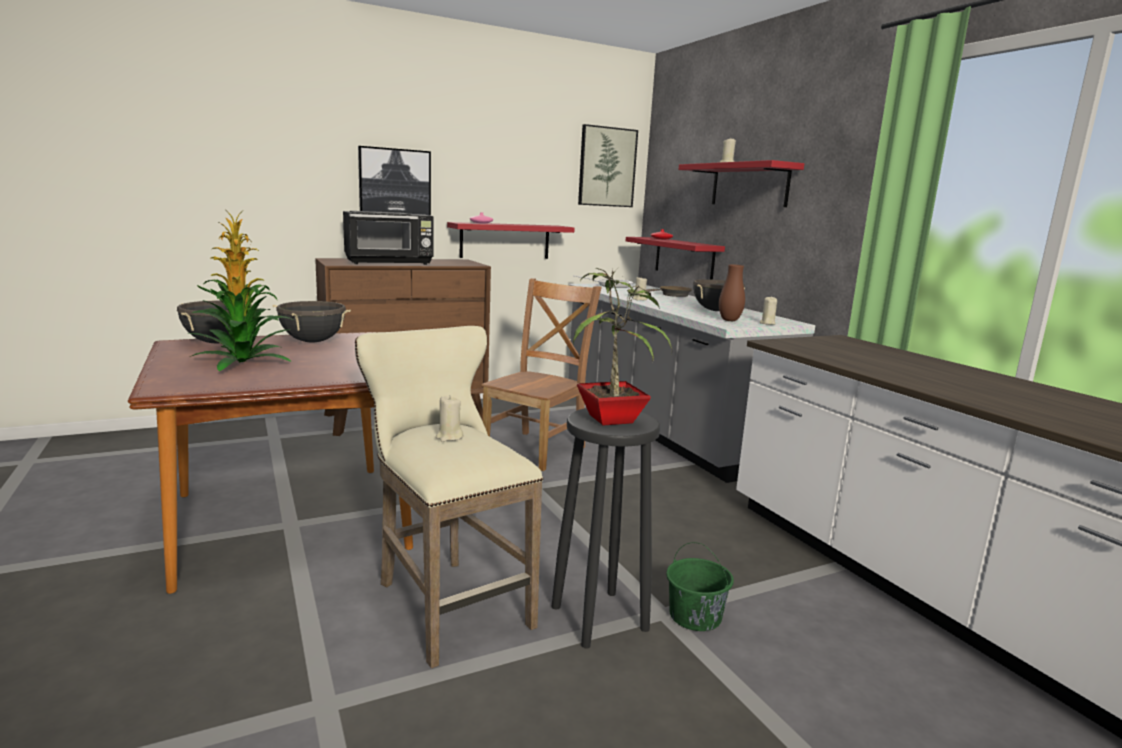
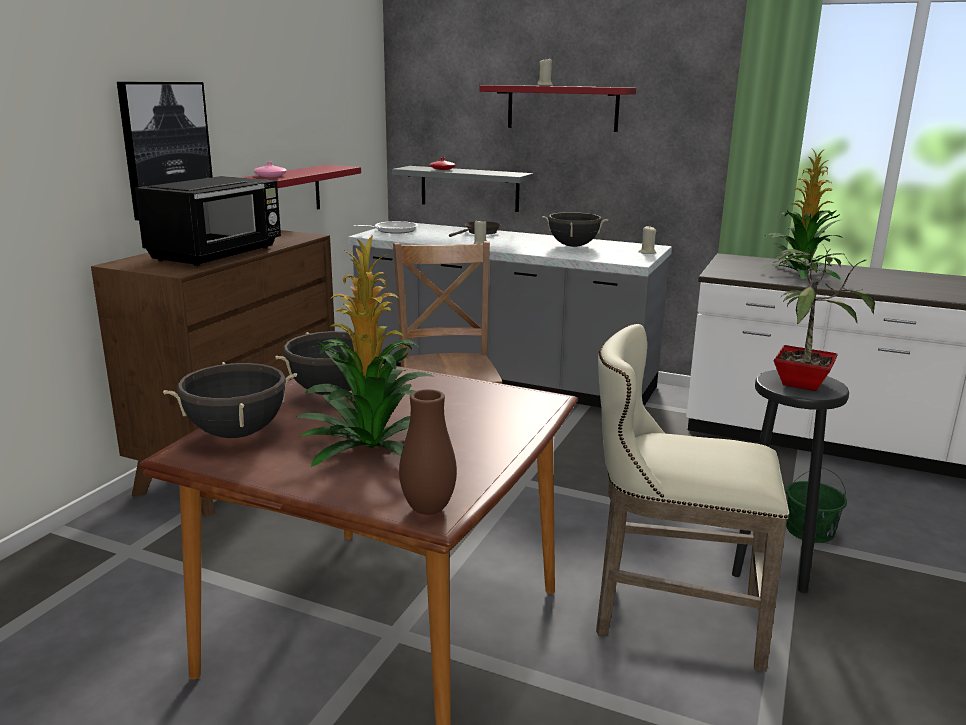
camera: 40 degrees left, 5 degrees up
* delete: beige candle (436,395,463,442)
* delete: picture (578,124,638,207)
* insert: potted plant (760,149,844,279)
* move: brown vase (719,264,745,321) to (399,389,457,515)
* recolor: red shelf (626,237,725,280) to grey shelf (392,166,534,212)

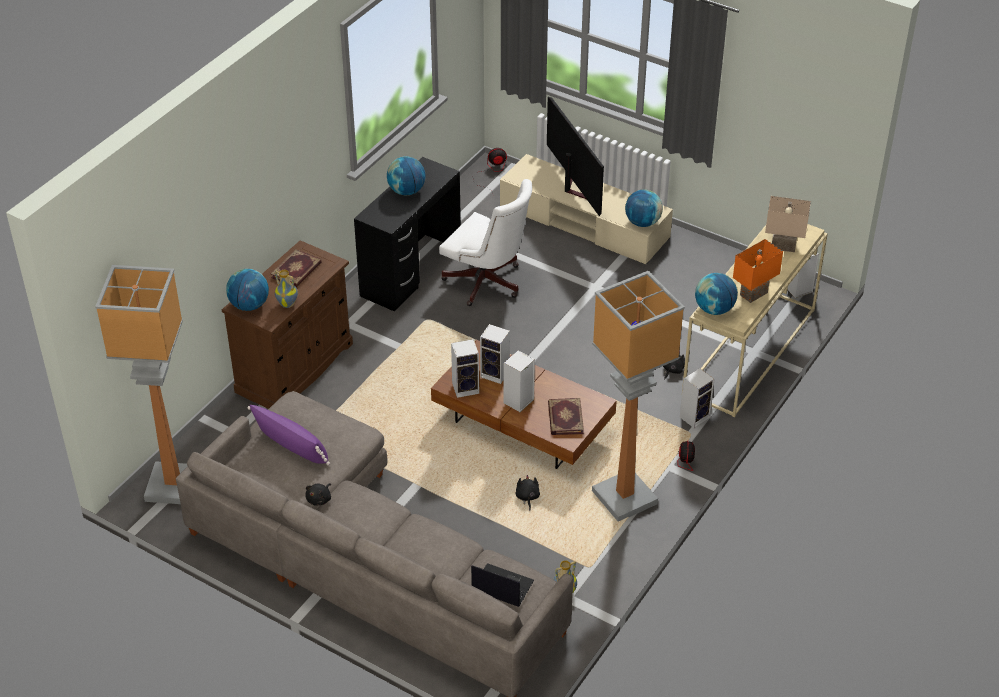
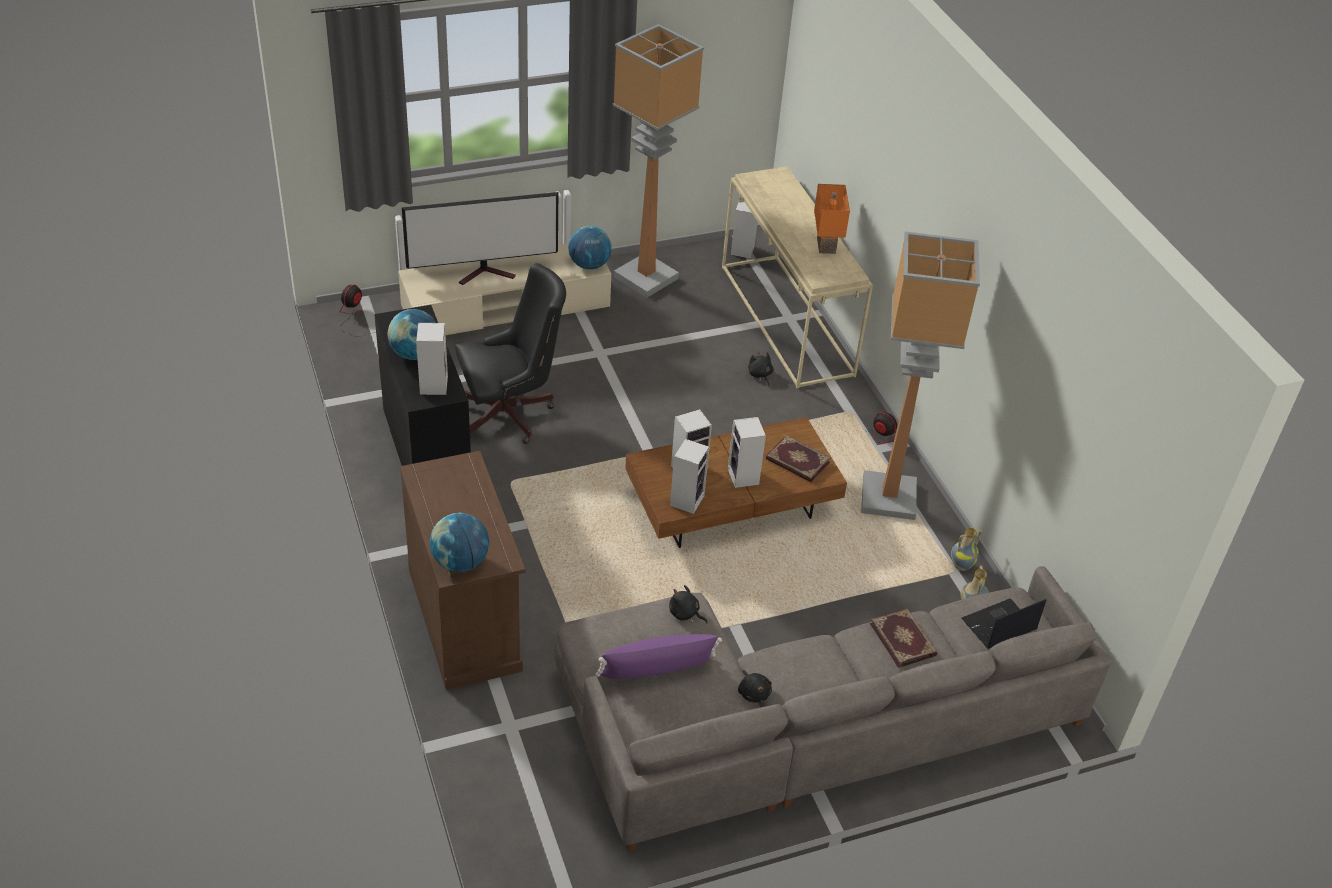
camera: 55 degrees left, 0 degrees up
* delete: globe (695,273,738,315)
* delete: beige table lamp (765,196,811,252)
* move: floor lamp (95,265,187,504) to (613,24,704,298)
* move: book (271,249,322,288) to (870,608,937,668)
* move: vase (275,270,298,308) to (951,528,982,571)
* move: black plush toy (515,475,540,510) to (669,585,708,623)
* move: speaker (680,368,715,428) to (416,323,448,395)
* recolor: white office chair (439,179,532,306) to black office chair (455,263,566,444)
* rotate: television (547,97,604,216) = (402,192,558,285) 150 degrees clockwise

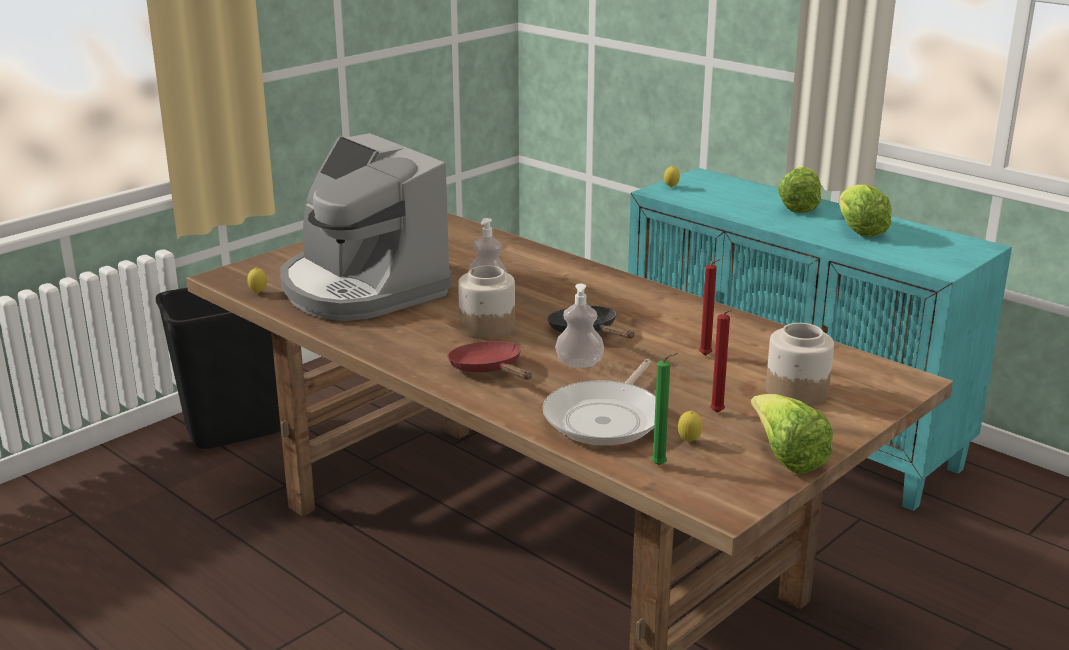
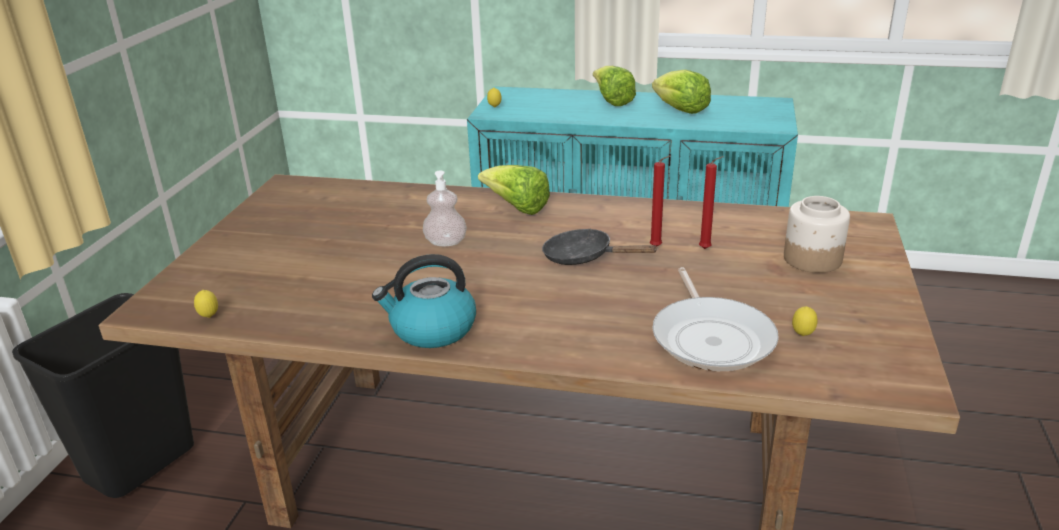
camera: 30 degrees left, 5 degrees up
* delete: coffee machine (280,133,452,321)
* delete: red frying pan (447,341,532,379)
* delete: jar (458,265,515,340)
* delete: soap dispenser (555,284,604,368)
* delete: green candle (651,353,678,465)
* insert: kettle (372,254,476,348)
* move: red candle (710,309,733,413) to (650,156,670,247)
* move: lettuce (751,394,833,474) to (478,165,550,215)

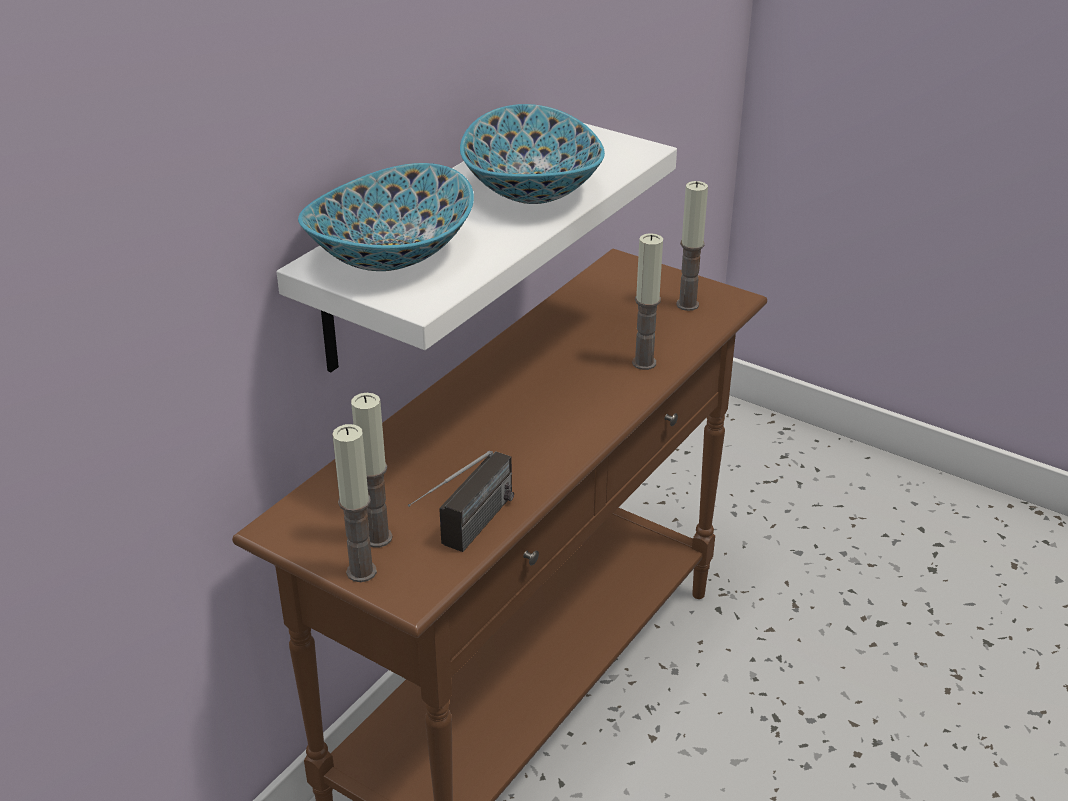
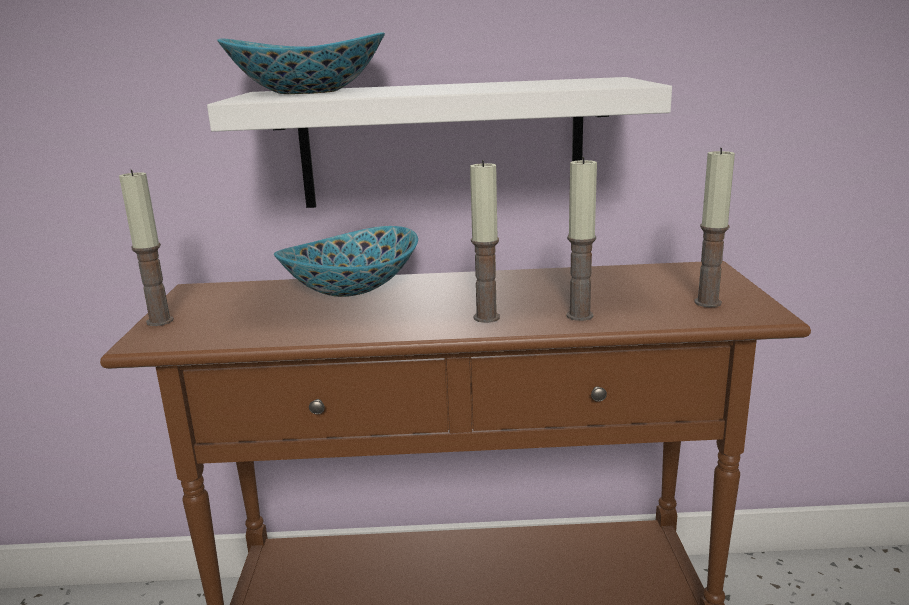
camera: 55 degrees right, 15 degrees down
* delete: radio (408,451,514,552)
* move: candle (351,393,393,547) to (470,160,500,323)
* move: bowl (460,104,605,204) to (274,226,418,297)

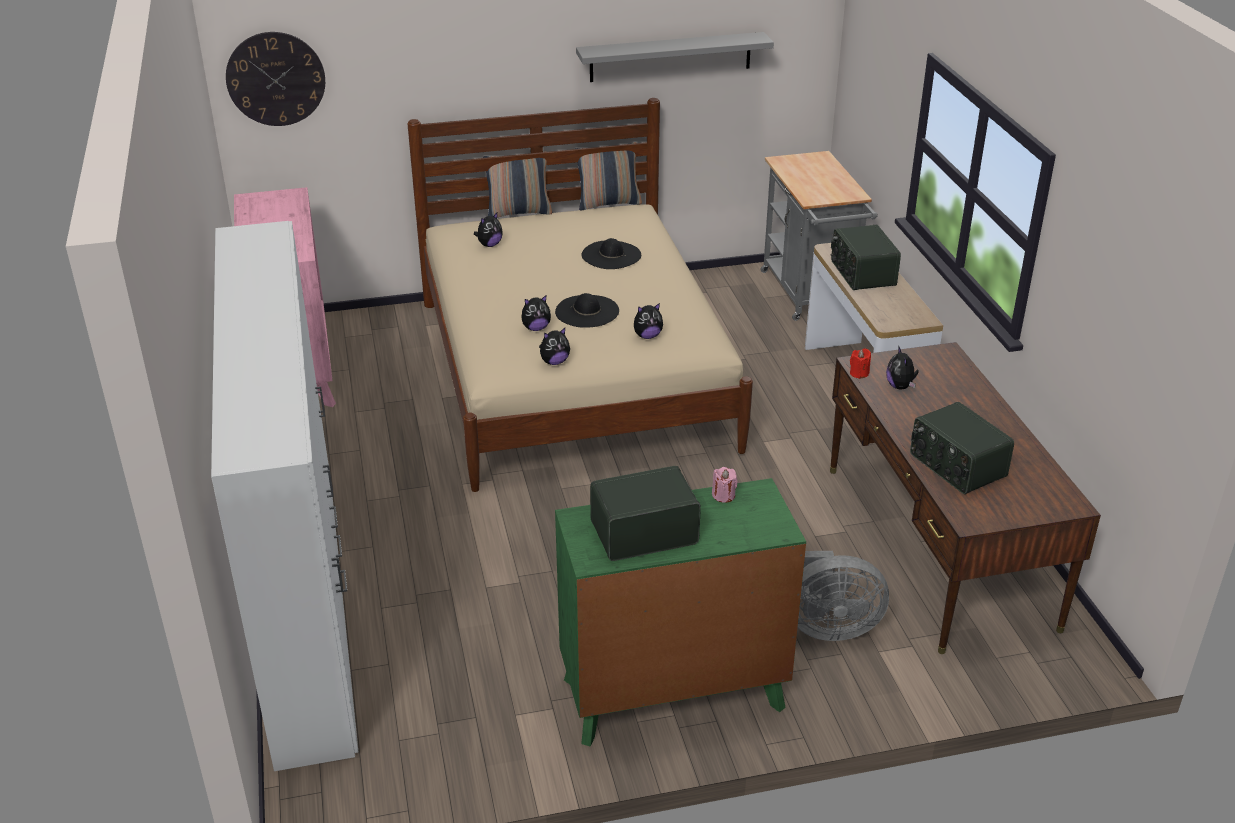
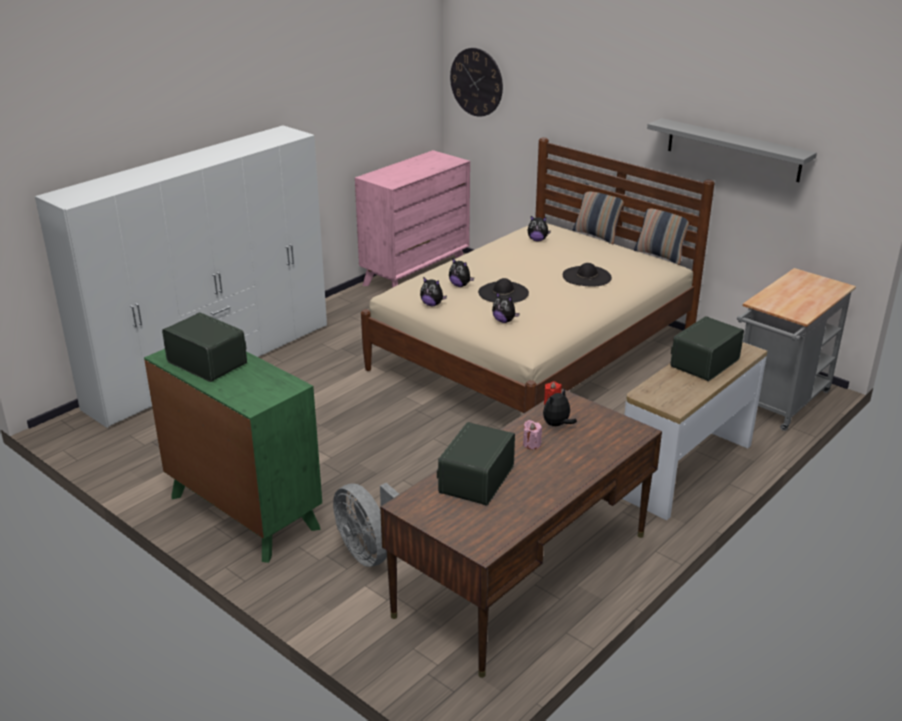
camera: 55 degrees right, 5 degrees down
* move: pink candle (712,467,738,503) to (523,420,542,449)

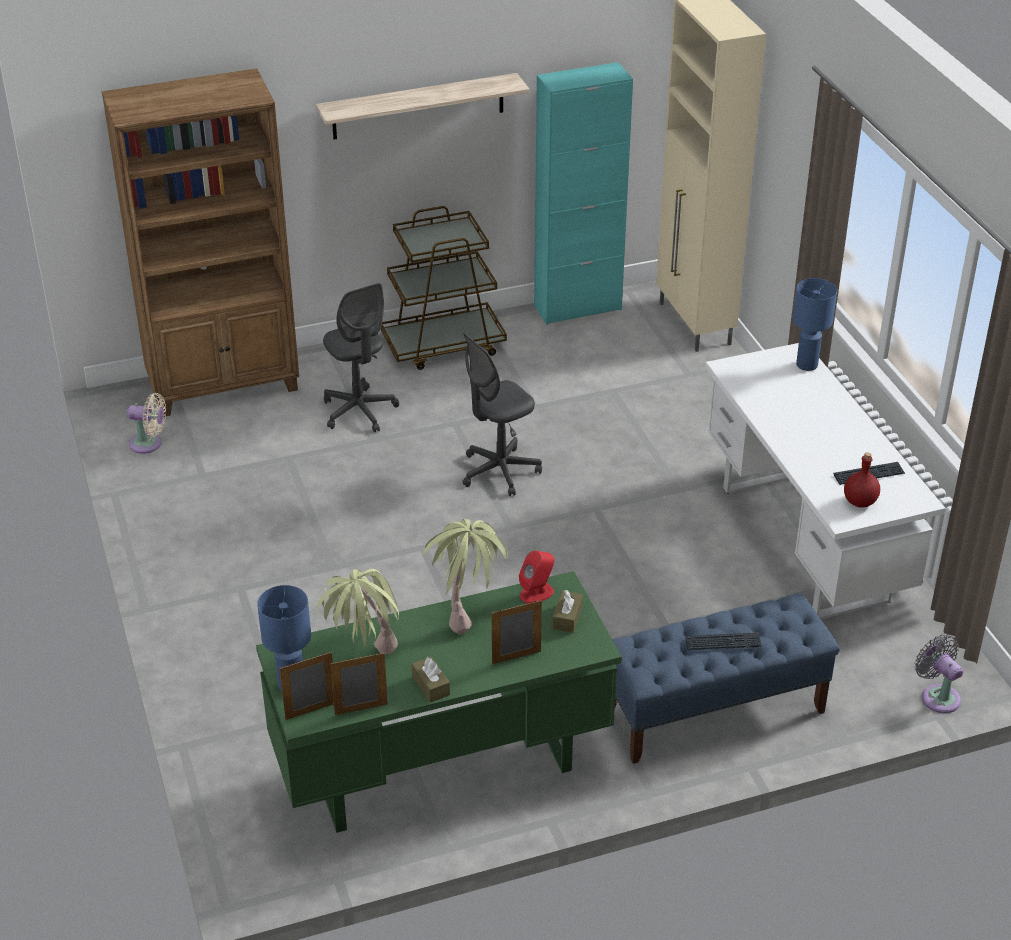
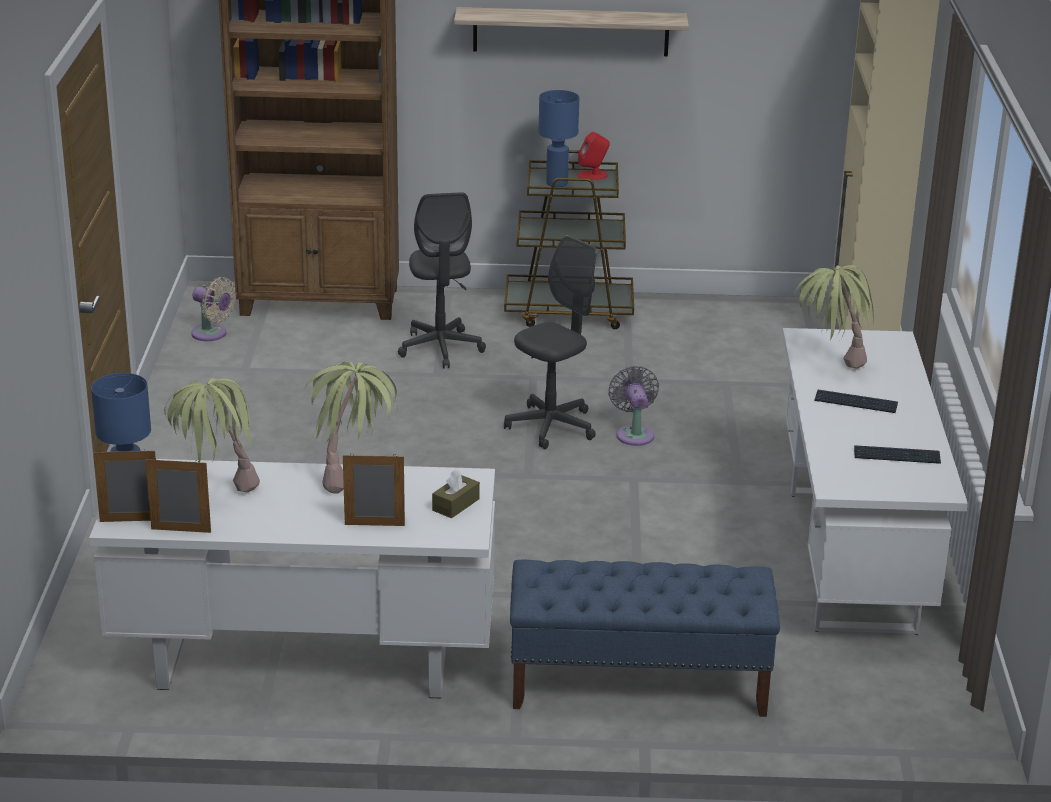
camera: 20 degrees right, 10 degrees down
* delete: brown tissue box (412,657,450,703)
* delete: turquoise cabinet (534,62,633,325)
* delete: red bottle (844,452,880,508)
* insert: potted plant (794,265,874,369)
* move: red speaker (519,551,554,604) to (577,132,610,180)
* move: keyboard (685,632,762,650) to (814,390,898,413)
* move: blue table lamp (793,278,837,371) to (539,90,579,187)
* move: grey fan (915,635,963,713) to (608,366,659,446)
* recolor: green desk (256,571,622,833) to white desk (89,459,495,698)
* rotate: grey office chair (463,333,542,496) = (504,235,597,449) 150 degrees clockwise

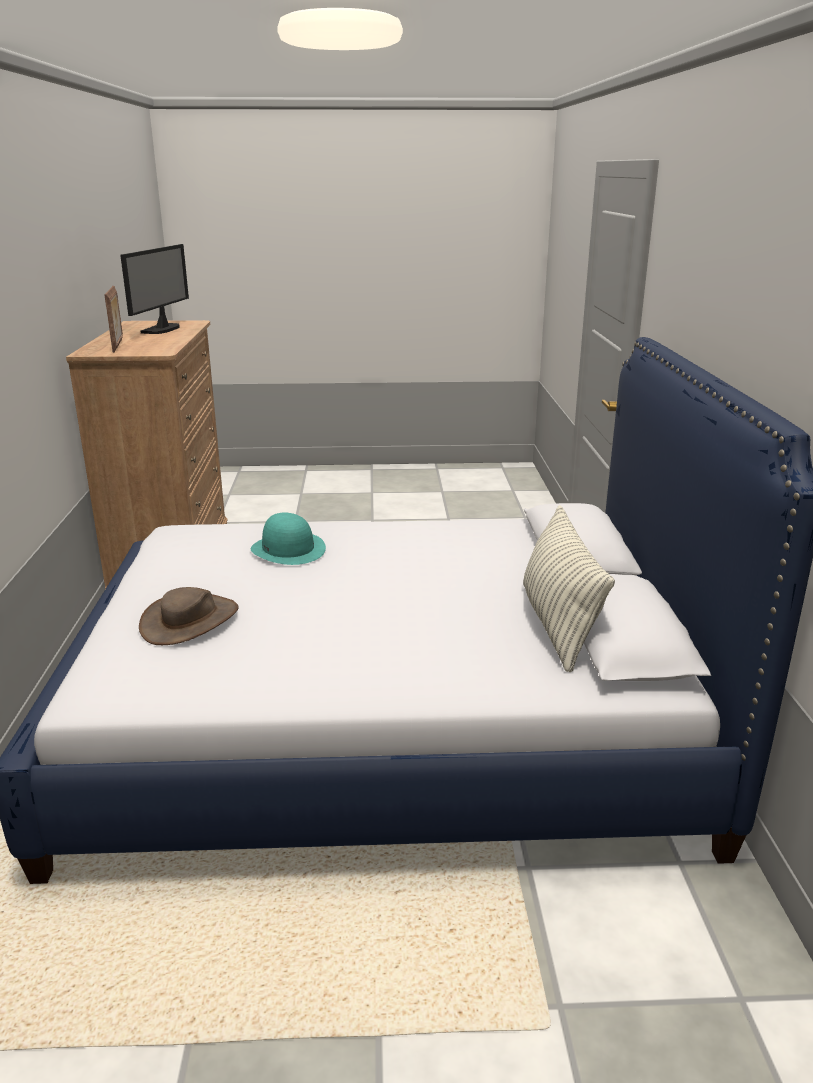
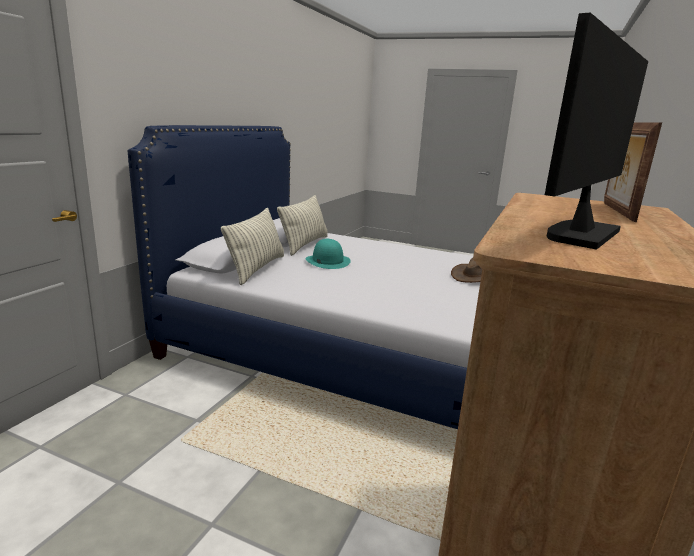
camera: 155 degrees left, 5 degrees down
* insert: pillow (221,208,284,285)
* move: turquoise hat (251,513,326,565) to (305,239,351,269)

